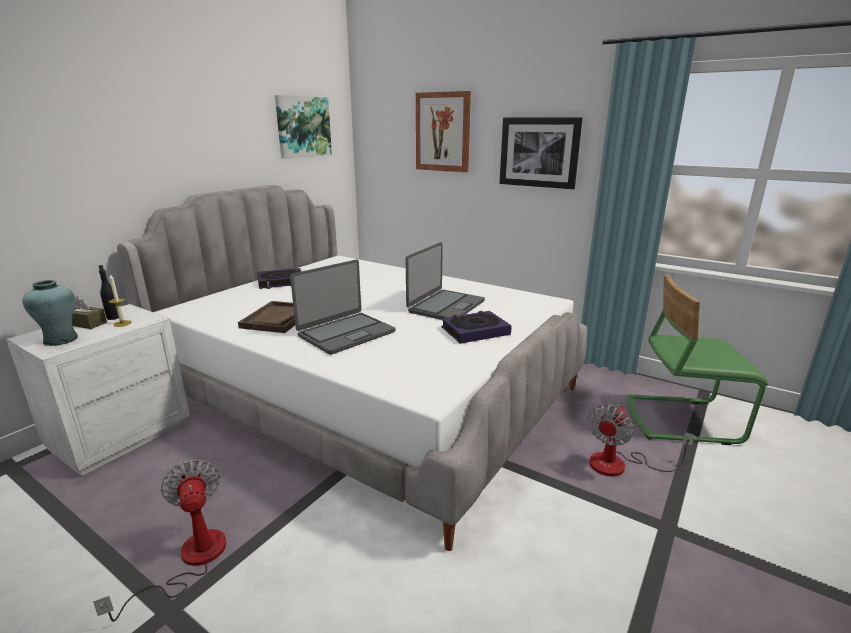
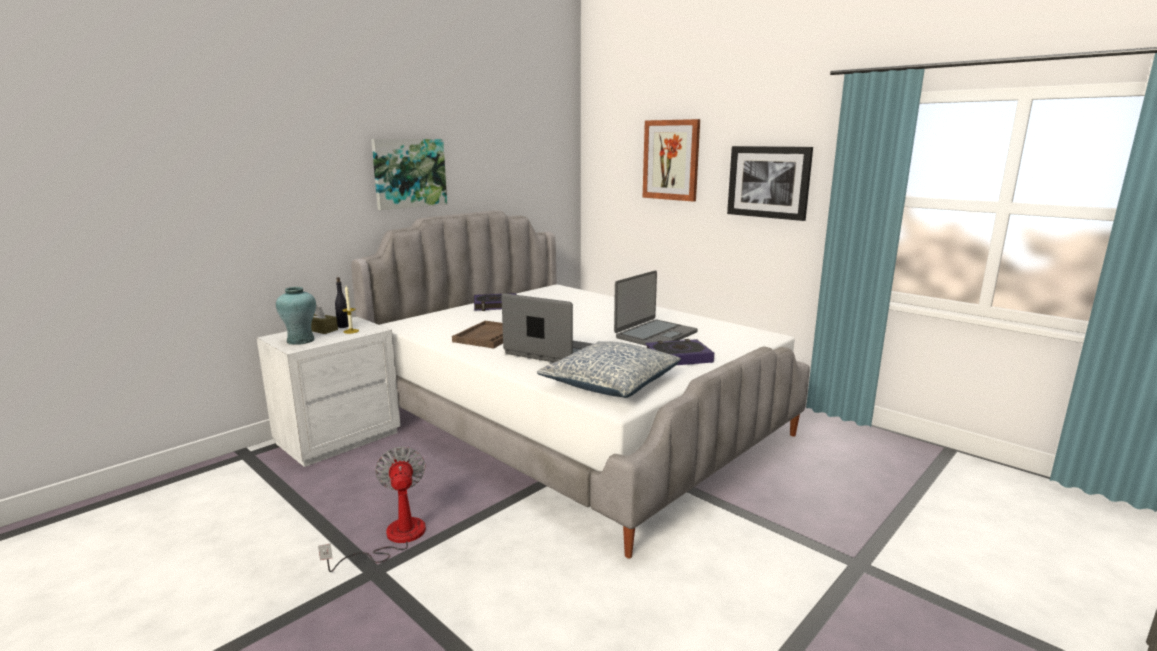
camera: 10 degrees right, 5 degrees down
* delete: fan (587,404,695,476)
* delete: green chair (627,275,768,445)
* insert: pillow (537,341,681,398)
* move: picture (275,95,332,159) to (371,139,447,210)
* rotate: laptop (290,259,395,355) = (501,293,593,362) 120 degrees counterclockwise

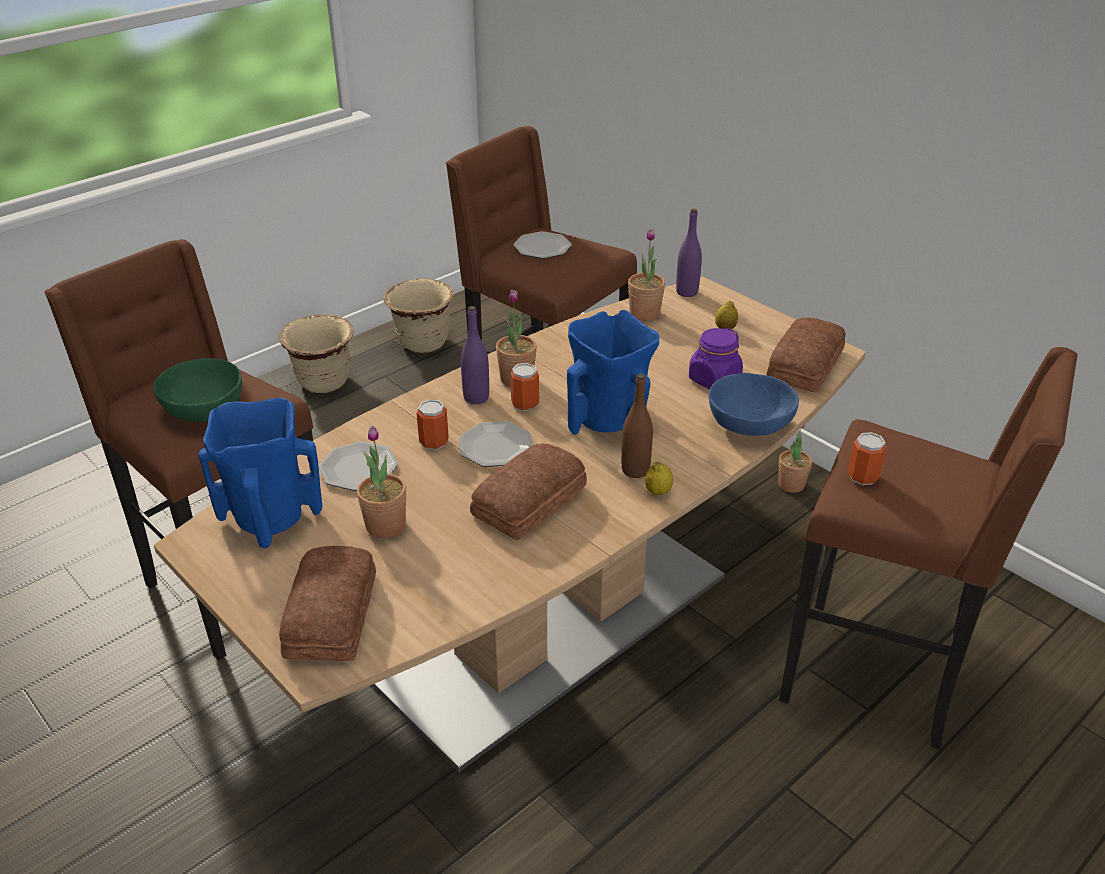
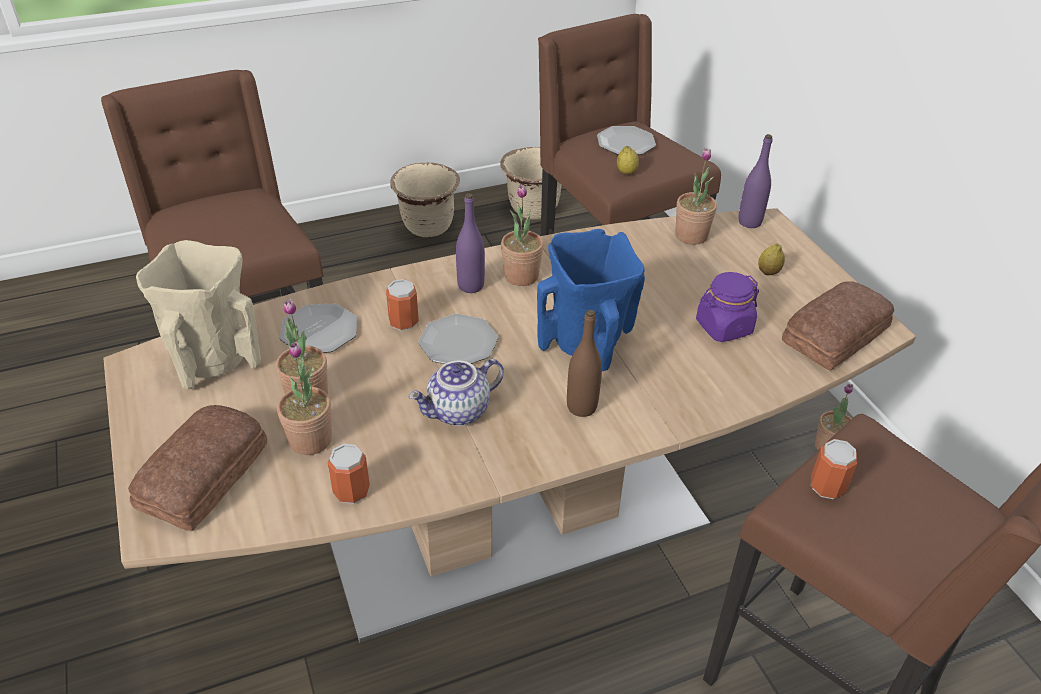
camera: 20 degrees right, 5 degrees up
* delete: green bowl (153,358,242,422)
* delete: blue bowl (708,373,799,436)
* insert: potted plant (277,341,332,455)
* move: can (510,363,539,411) to (328,444,370,504)
* move: lemon (645,462,673,495) to (617,146,639,174)
* replace: bread (470,443,587,540) to teapot (408,359,504,426)
* recolor: blue vase (198,398,322,548) to beige vase (136,240,261,390)

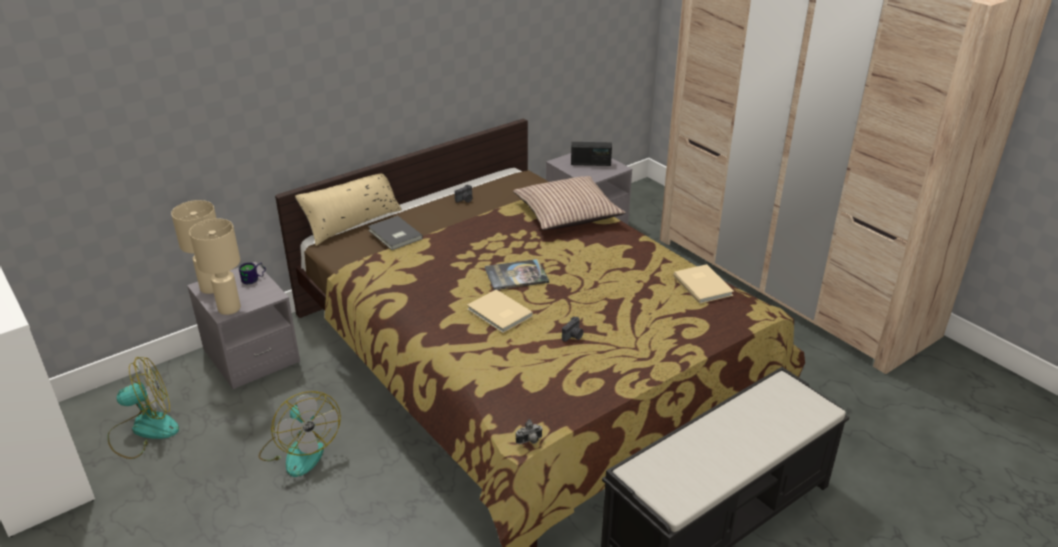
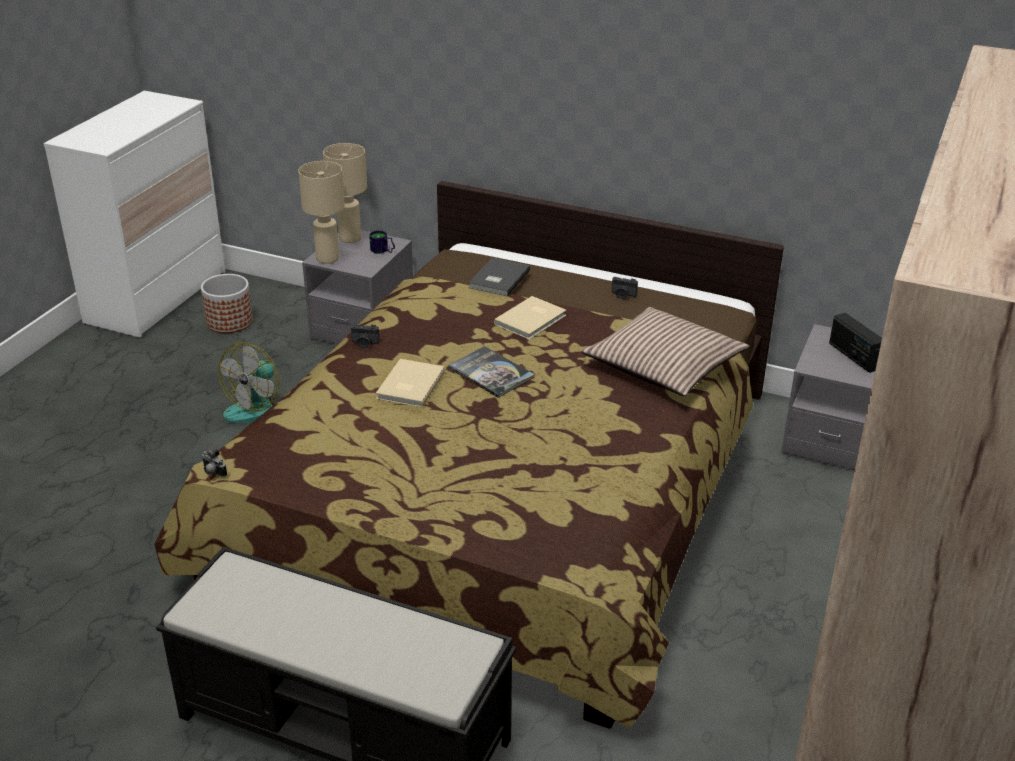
camera: 60 degrees right, 0 degrees up
* delete: beige pillow (295,174,402,246)
* move: photo camera (562,317,583,342) to (351,325,380,348)
* move: beige book (673,264,734,304) to (494,296,566,340)
* replace: fan (107,357,179,459) to planter (201,274,253,333)

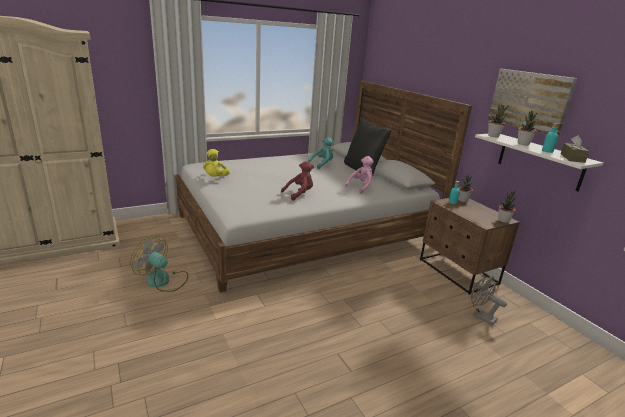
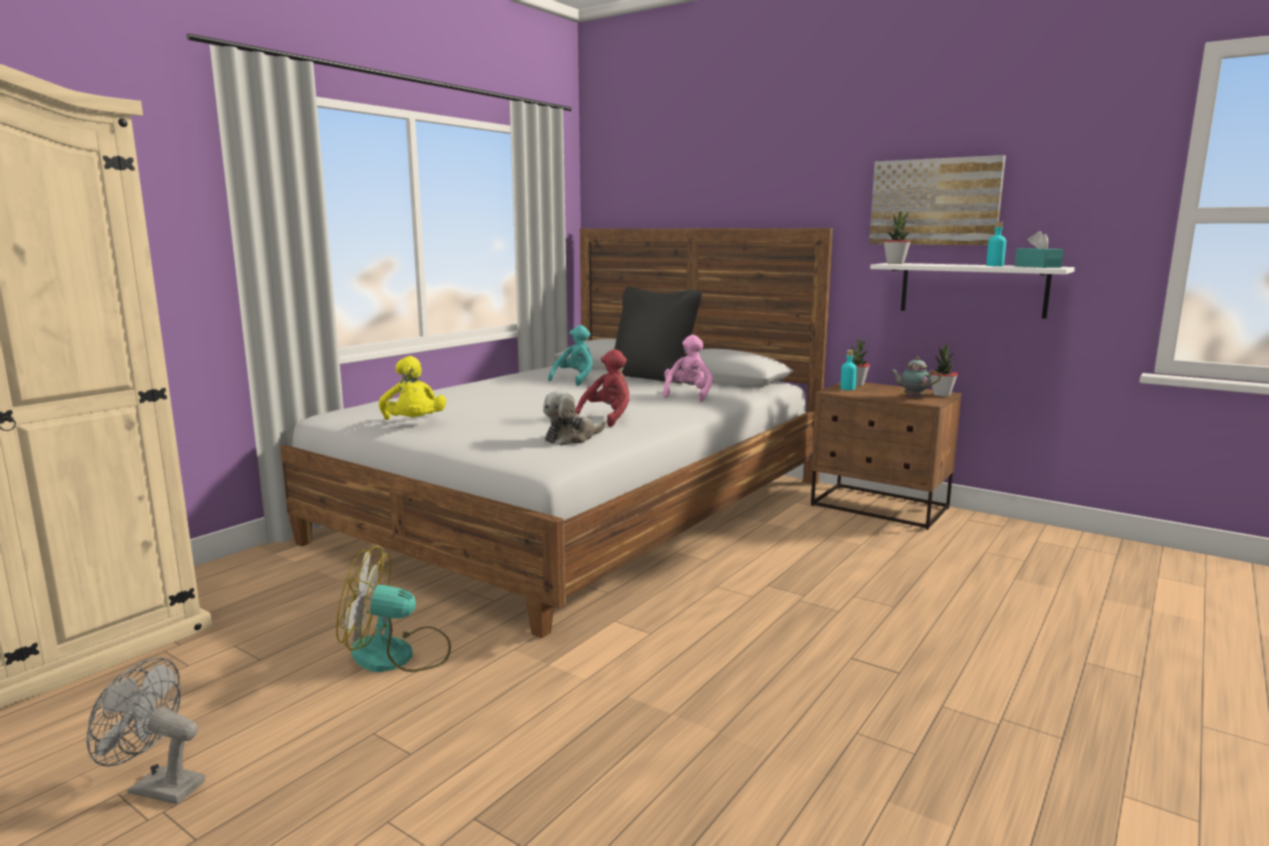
camera: 25 degrees left, 10 degrees down
* delete: potted plant (518,111,537,145)
* insert: plush toy (543,391,606,446)
* insert: teapot (890,357,941,397)
* move: grey fan (471,276,507,325) to (86,657,205,804)
* recolor: brown tissue box (561,135,589,163) to turquoise tissue box (1015,231,1064,268)

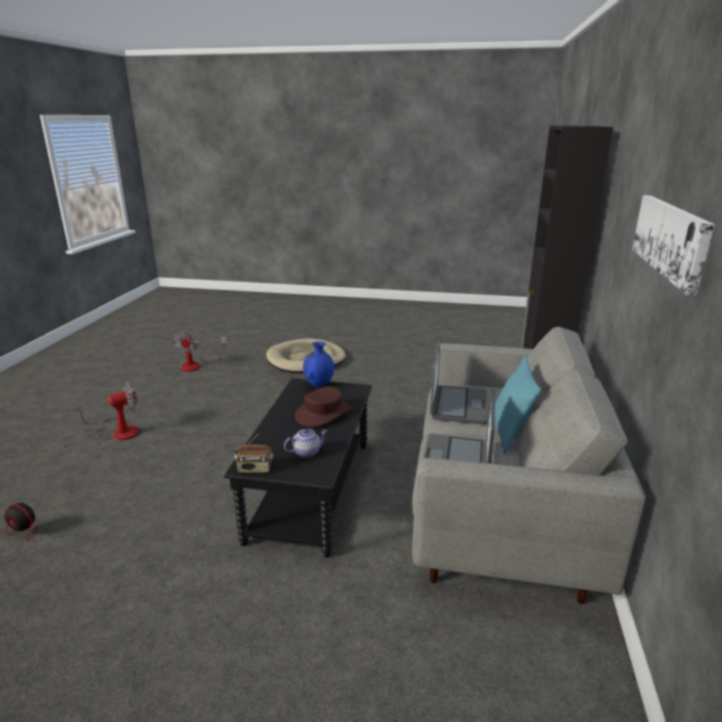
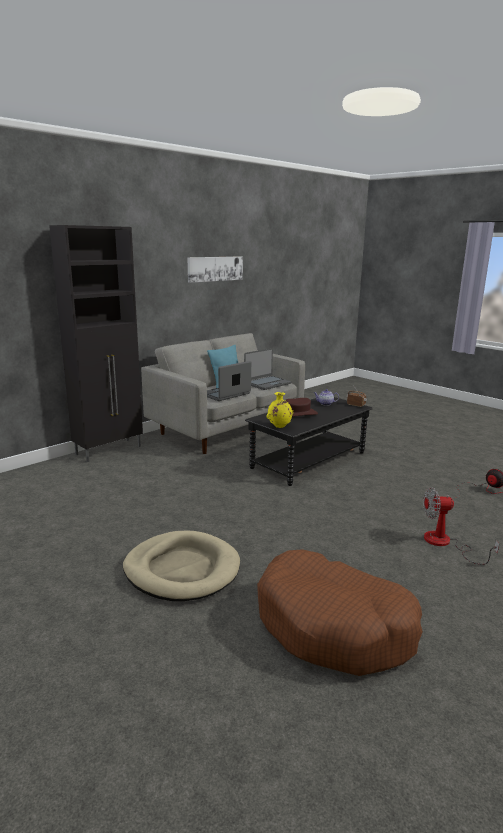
camera: 145 degrees left, 5 degrees down
* replace: fan (173,330,227,372) to brown dog bed (257,549,423,676)
* recolor: blue vase (303,341,334,387) to yellow vase (266,392,293,428)

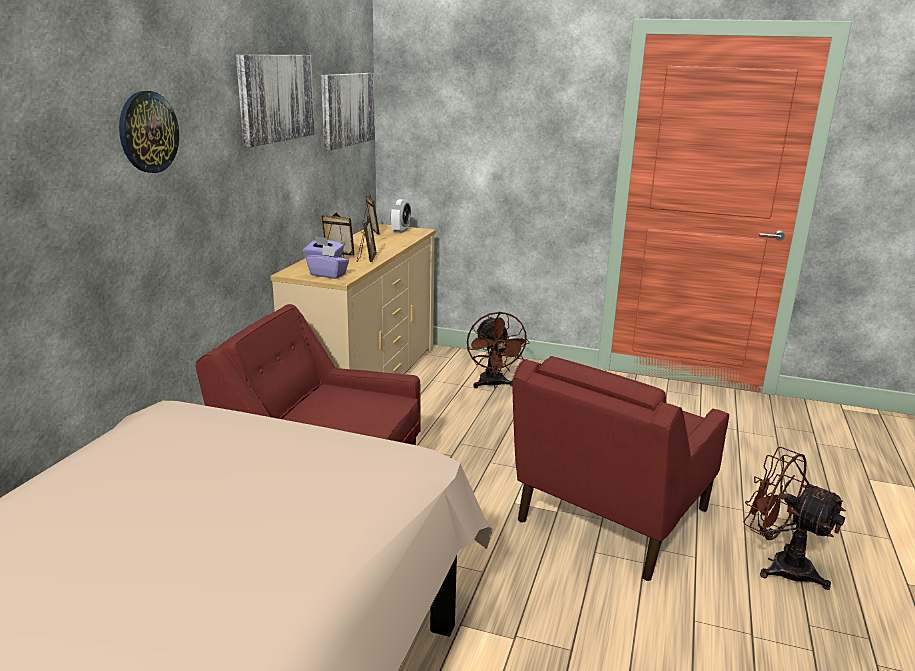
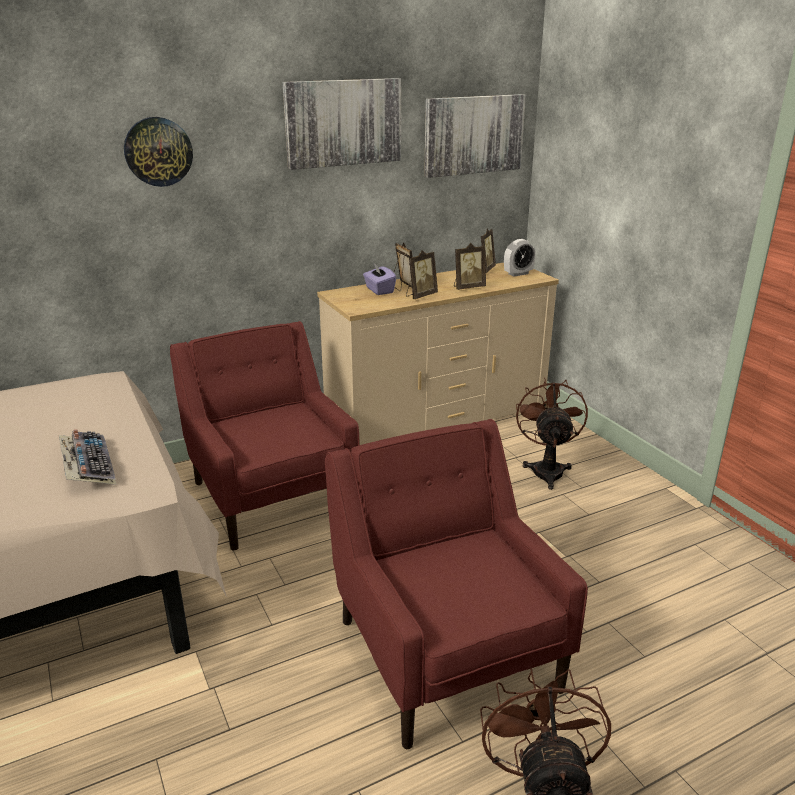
camera: 45 degrees right, 5 degrees up
* delete: purple tissue box (306,245,349,279)
* insert: keyboard (59,429,117,485)
* insert: picture frame (454,243,486,290)
* rotate: brown fan (467,312,530,388) = (516,378,588,490) 150 degrees clockwise
* rotate: red armchair (512,356,729,581) = (325,419,588,749) 75 degrees clockwise

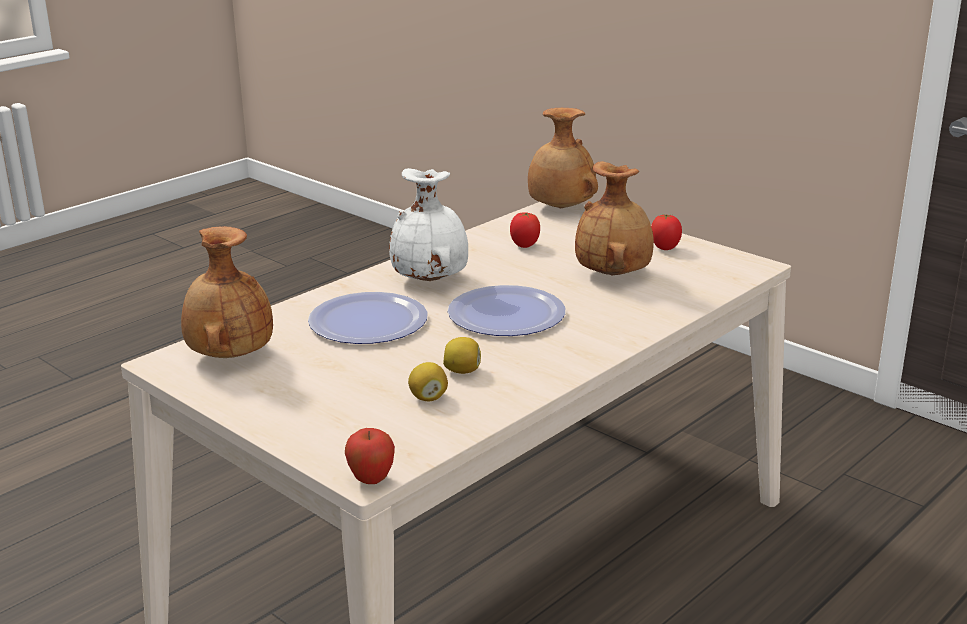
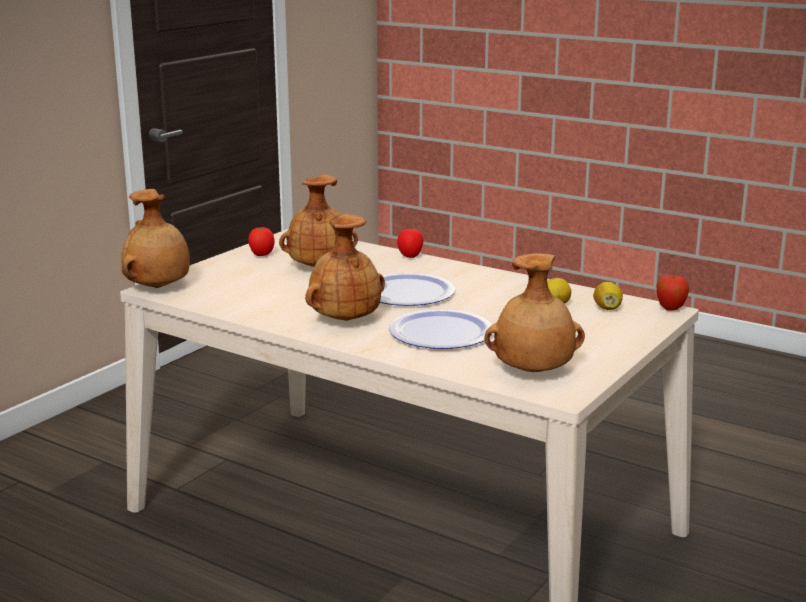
camera: 100 degrees left, 5 degrees down
* move: lemon (443,337,481,374) to (593,282,623,310)
* move: tomato (510,212,540,248) to (397,228,423,258)
* recolor: white vase (389,168,468,281) to brown vase (305,214,385,321)

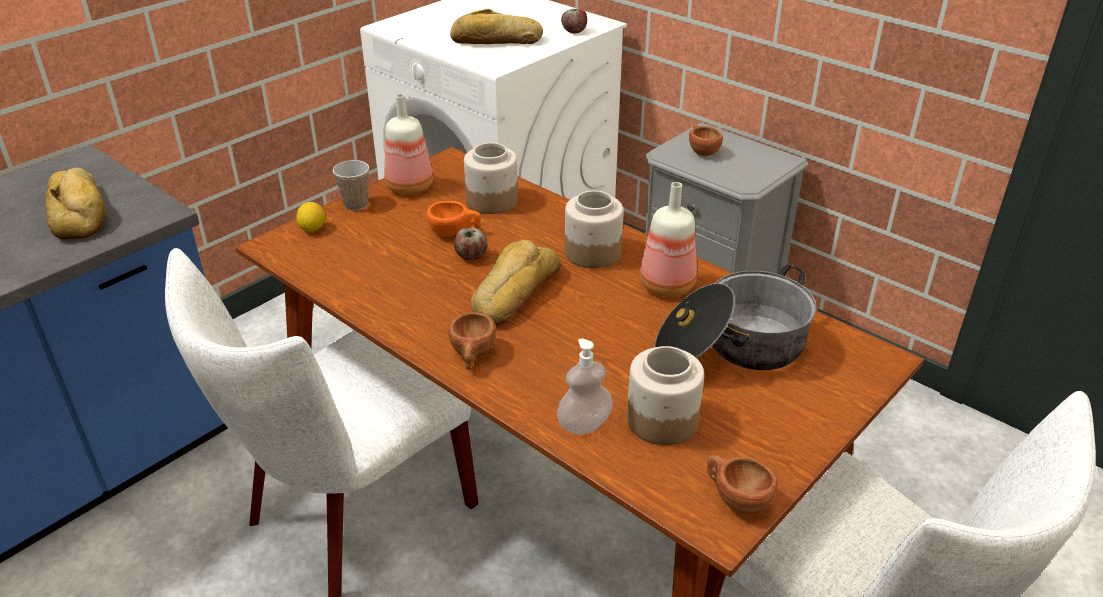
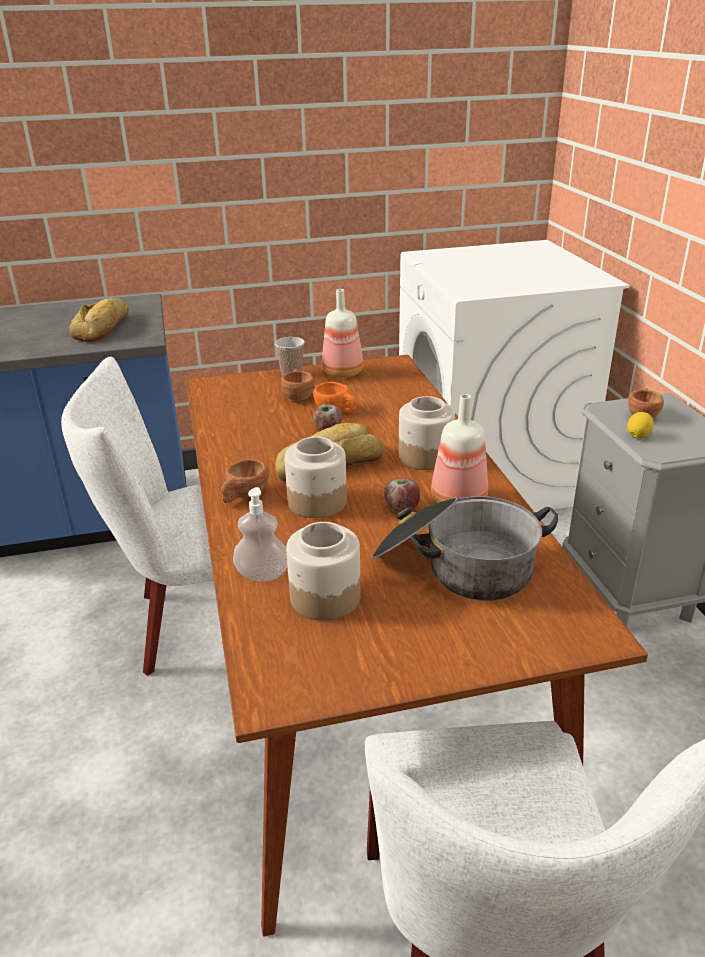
camera: 35 degrees right, 5 degrees down
* delete: bread (450,9,543,44)
* move: lemon (297,202,325,232) to (627,412,654,438)
* move: jar (464,143,518,214) to (285,437,347,518)
* move: apple (561,9,587,33) to (384,478,420,512)
* move: brown cup (707,455,778,515) to (281,369,315,401)

